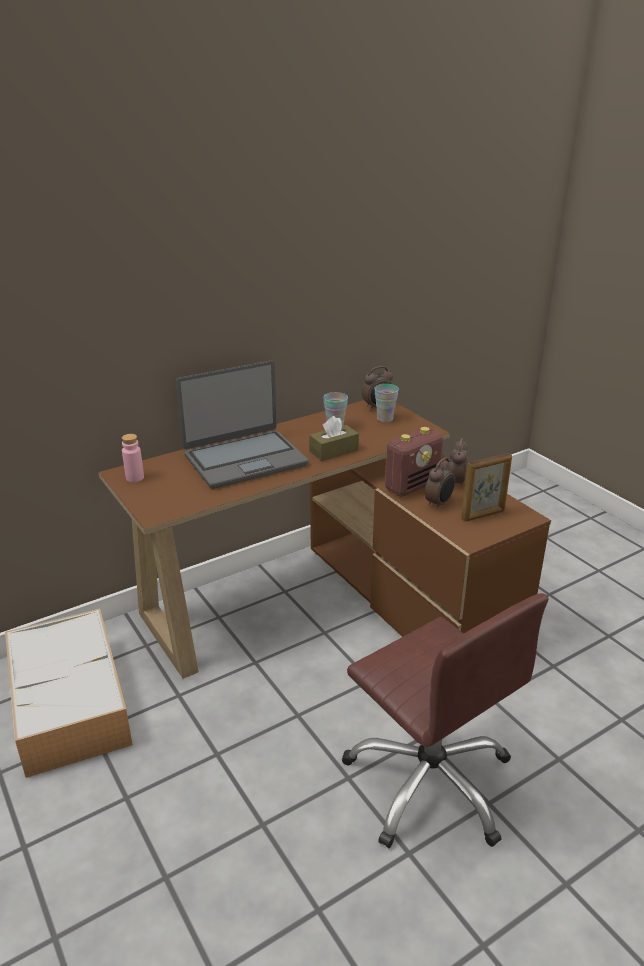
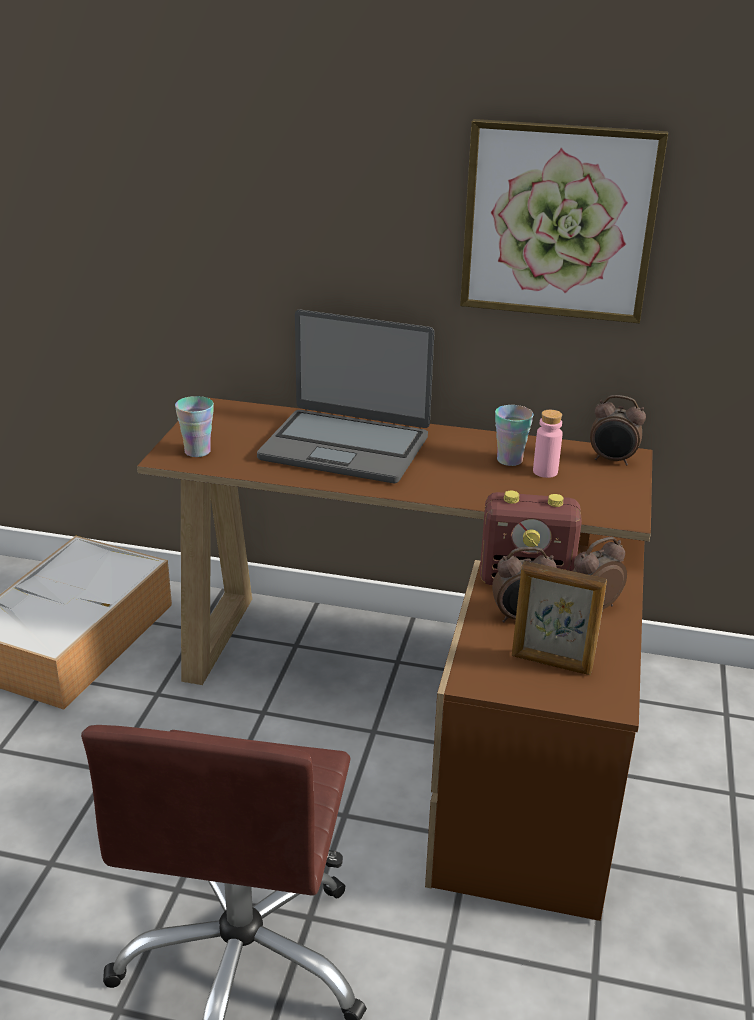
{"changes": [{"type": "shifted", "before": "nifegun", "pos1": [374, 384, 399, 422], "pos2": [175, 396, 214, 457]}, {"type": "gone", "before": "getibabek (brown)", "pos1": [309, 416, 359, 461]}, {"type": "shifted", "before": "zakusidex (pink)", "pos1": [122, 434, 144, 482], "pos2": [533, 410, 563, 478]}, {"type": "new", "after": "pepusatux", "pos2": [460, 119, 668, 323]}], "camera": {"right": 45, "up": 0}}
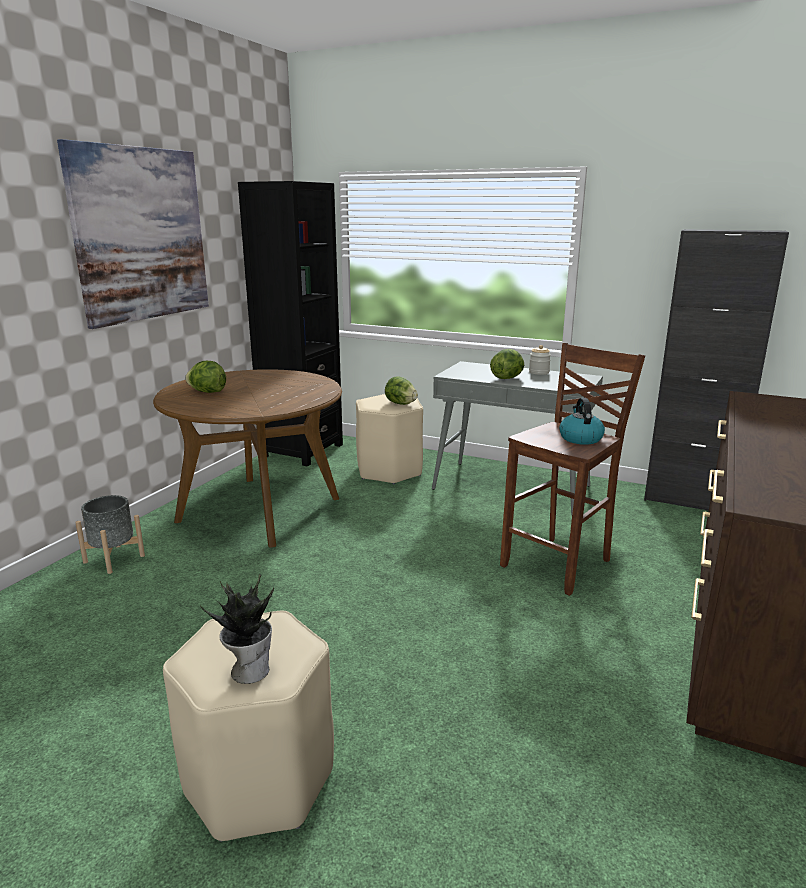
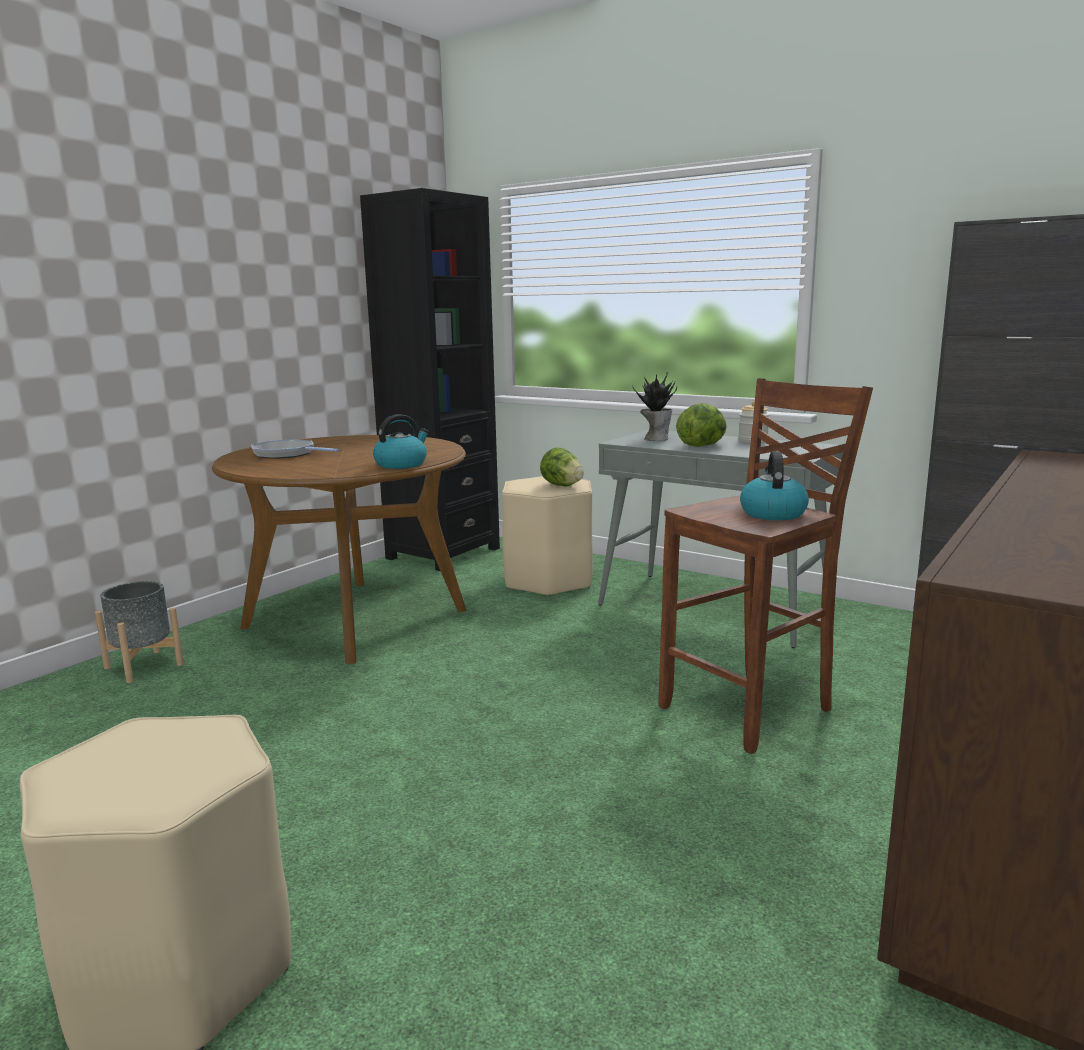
{"changes": [{"type": "gone", "before": "pepusatux", "pos1": [57, 139, 209, 329]}, {"type": "swapped", "before": "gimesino", "after": "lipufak", "pos1": [185, 361, 226, 393], "pos2": [251, 439, 339, 459]}, {"type": "shifted", "before": "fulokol", "pos1": [200, 574, 274, 684], "pos2": [632, 372, 677, 441]}, {"type": "new", "after": "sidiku", "pos2": [373, 414, 429, 469]}], "camera": {"right": 10, "up": -5}}
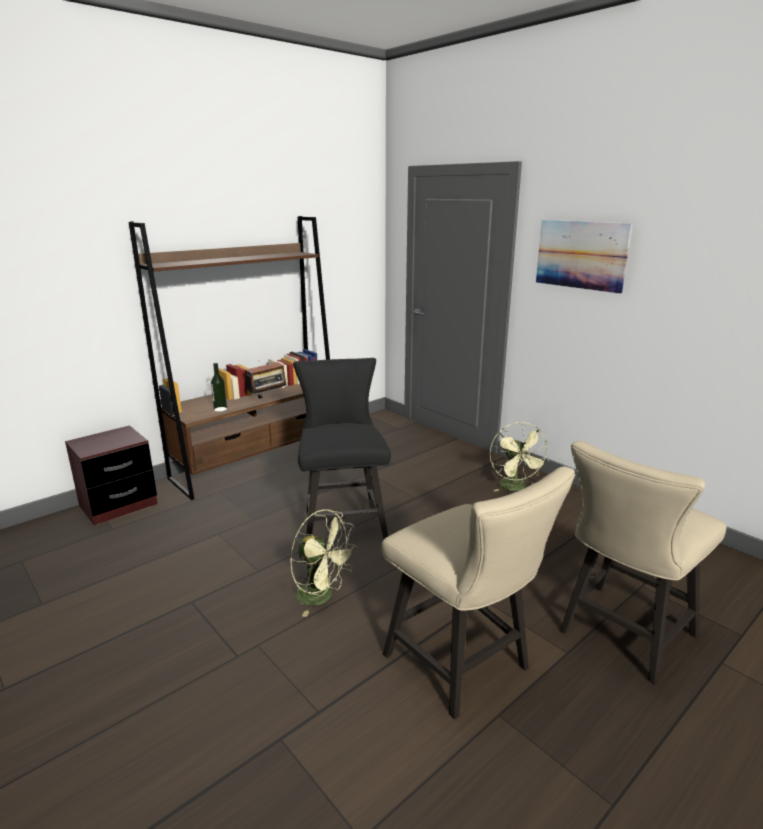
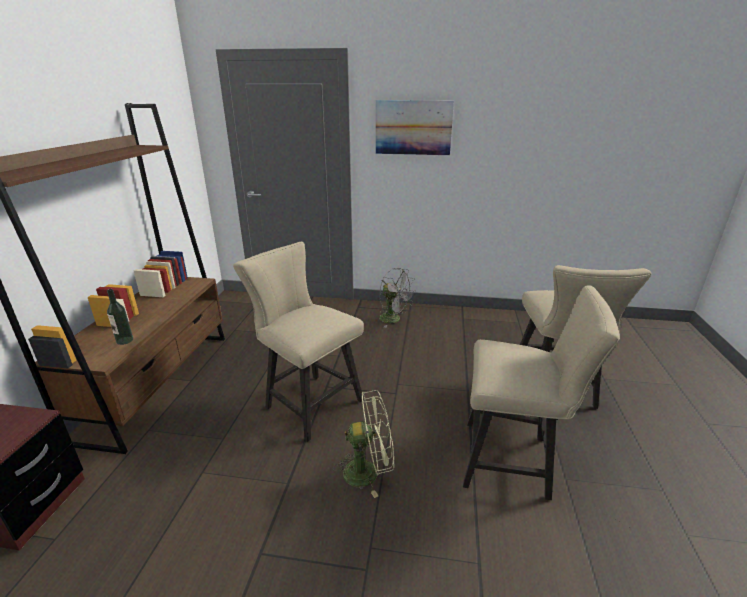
{"changes": [{"type": "repainted", "before": "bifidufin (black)", "after": "bifidufin (beige)", "pos1": [293, 358, 391, 540], "pos2": [233, 242, 364, 442]}, {"type": "gone", "before": "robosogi", "pos1": [245, 362, 287, 399]}, {"type": "repainted", "before": "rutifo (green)", "after": "rutifo (grey)", "pos1": [490, 422, 550, 492], "pos2": [379, 267, 415, 328]}], "camera": {"right": -40, "up": 5}}
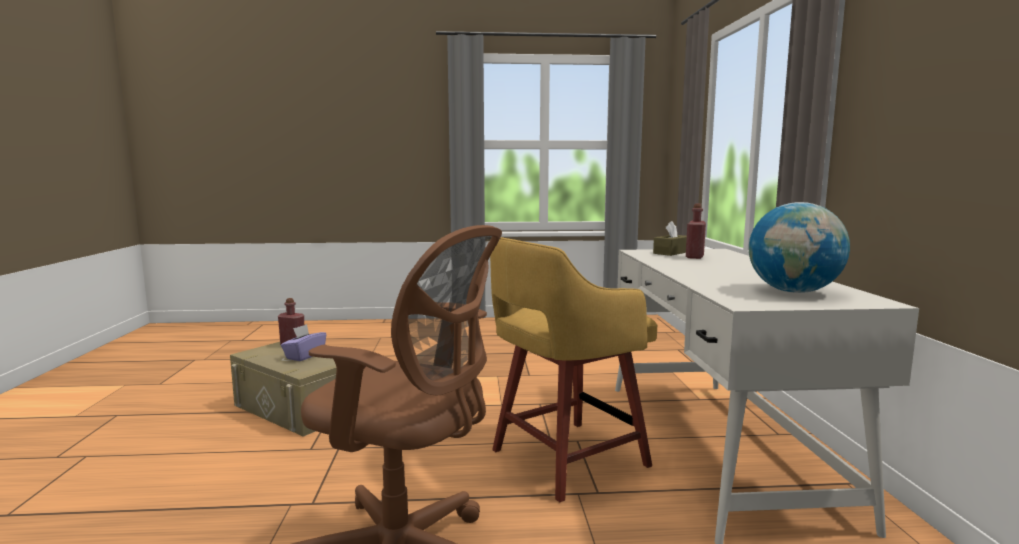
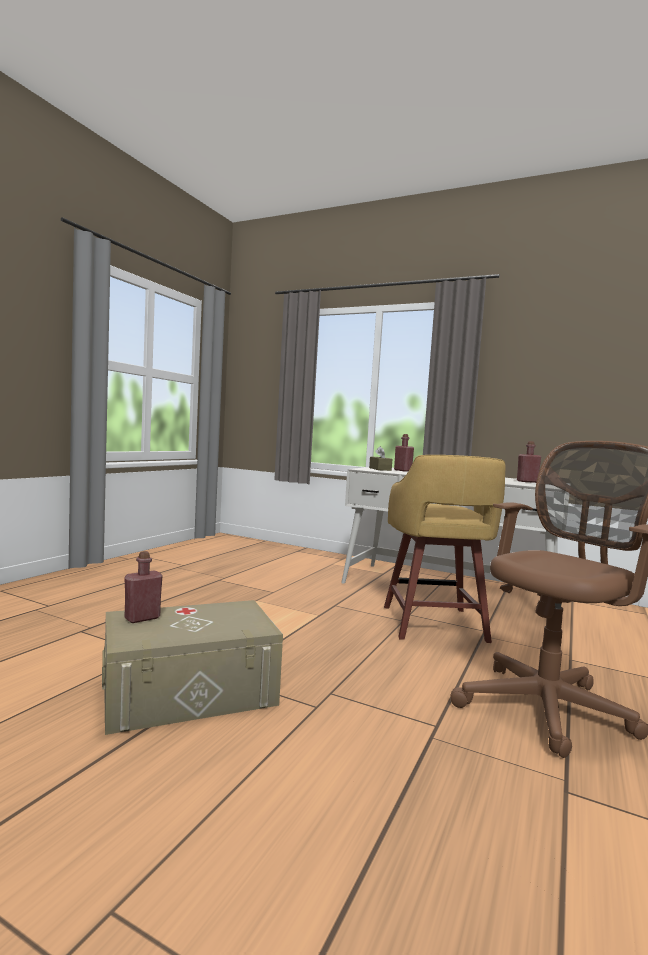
{"changes": [{"type": "swapped", "before": "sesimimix", "after": "zakusidex (red)", "pos1": [749, 202, 850, 293], "pos2": [517, 441, 541, 483]}, {"type": "gone", "before": "getibabek (purple)", "pos1": [281, 324, 326, 361]}], "camera": {"right": -60, "up": -5}}
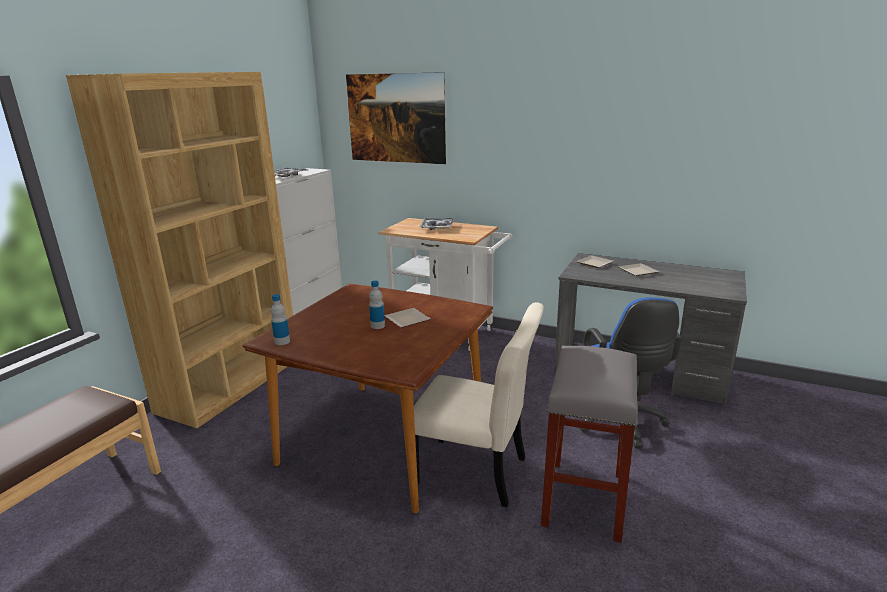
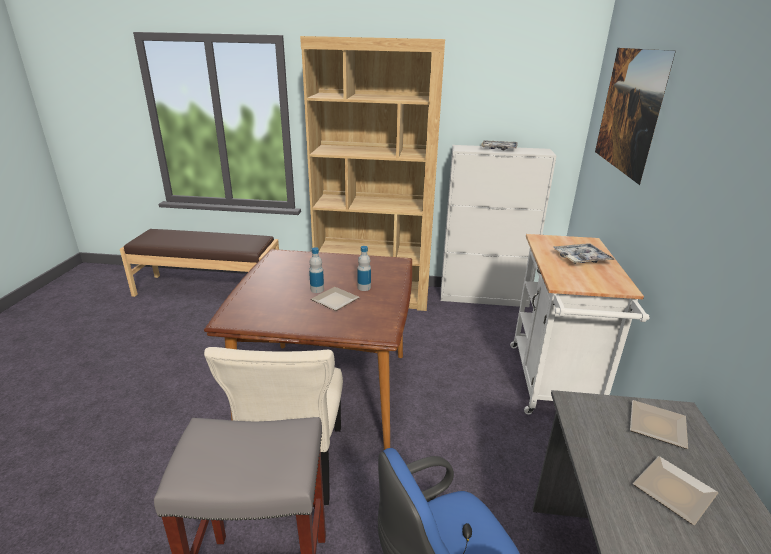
{"changes": [{"type": "shifted", "before": "zakusidex", "pos1": [271, 294, 290, 345], "pos2": [357, 246, 371, 291]}], "camera": {"right": 70, "up": 5}}
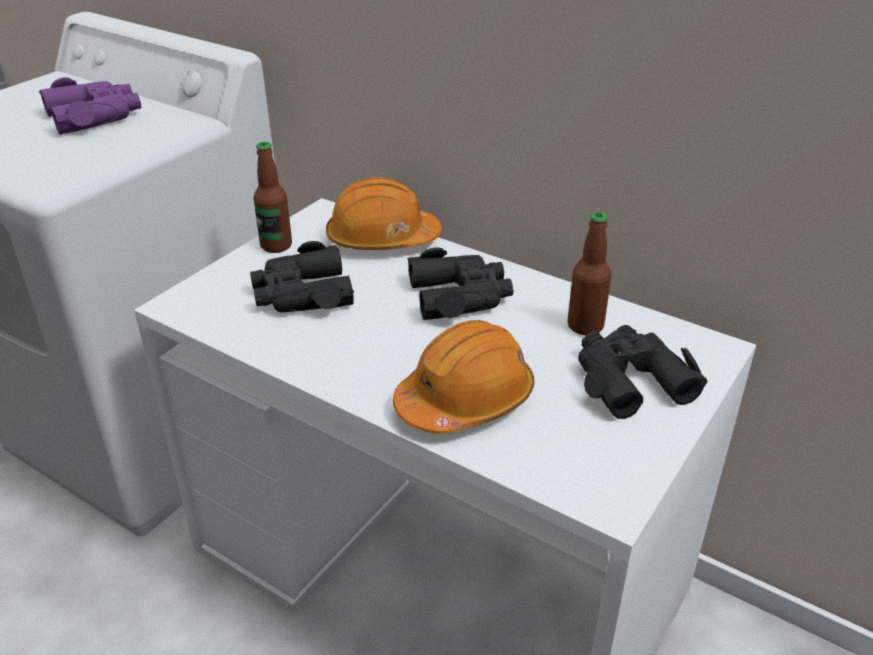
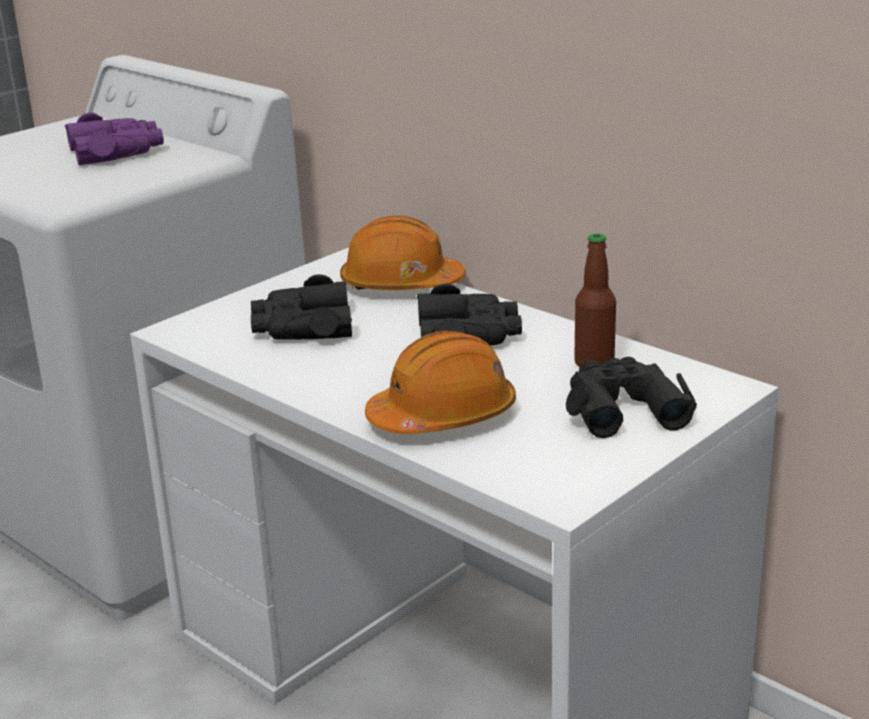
{"changes": [{"type": "gone", "before": "zakusidex", "pos1": [253, 142, 292, 253]}], "camera": {"right": 10, "up": -10}}
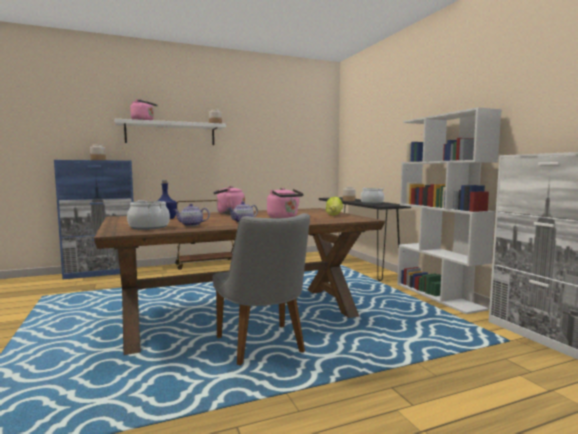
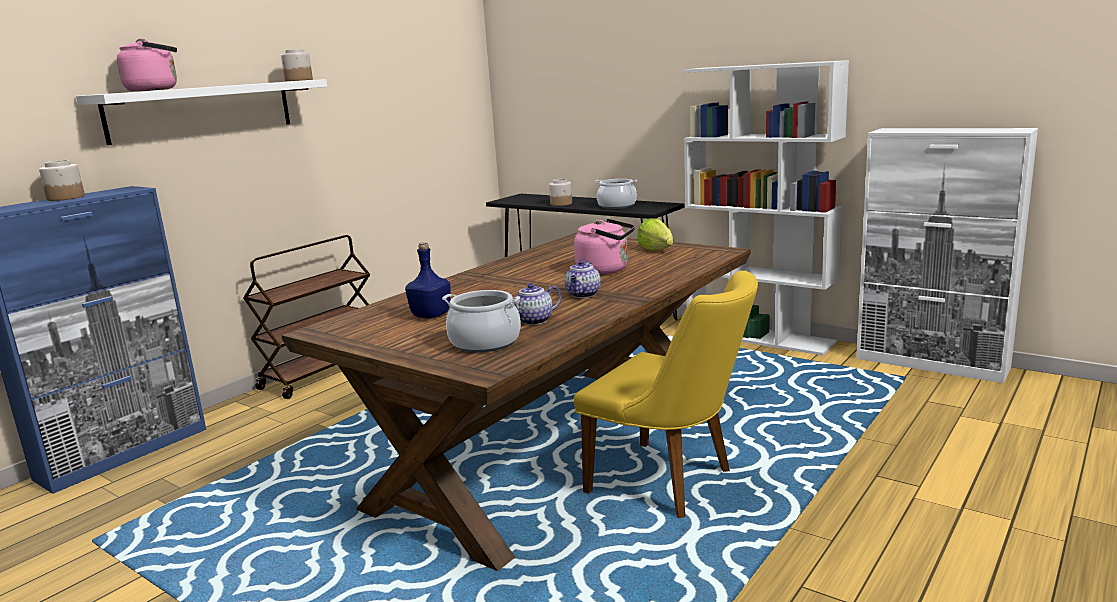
{"changes": [{"type": "gone", "before": "sidiku (pink)", "pos1": [214, 186, 245, 214]}, {"type": "repainted", "before": "bifidufin (grey)", "after": "bifidufin (yellow)", "pos1": [213, 213, 310, 365], "pos2": [573, 271, 758, 518]}], "camera": {"right": -30, "up": 10}}
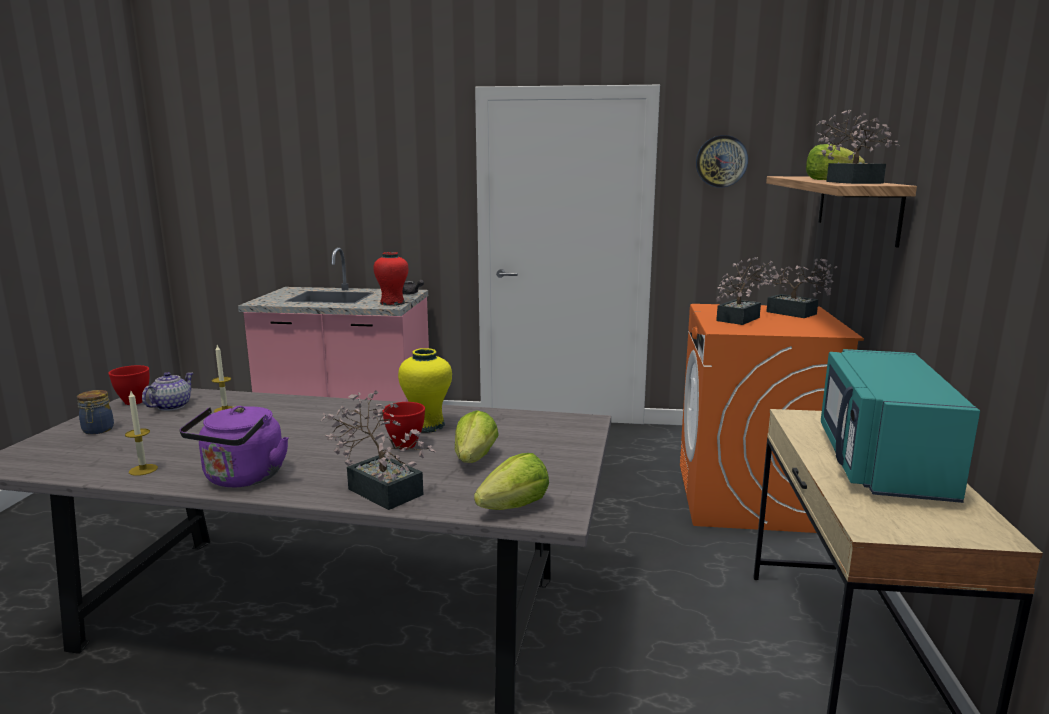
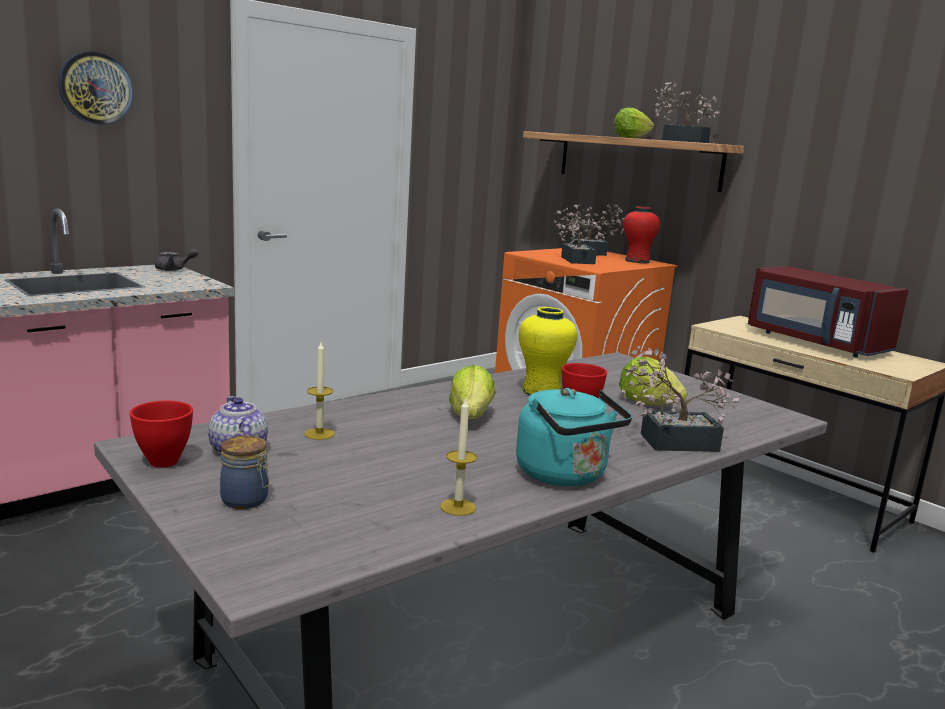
{"changes": [{"type": "shifted", "before": "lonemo", "pos1": [696, 135, 748, 188], "pos2": [58, 51, 133, 125]}, {"type": "shifted", "before": "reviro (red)", "pos1": [373, 252, 409, 306], "pos2": [623, 206, 660, 263]}, {"type": "repainted", "before": "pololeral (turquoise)", "after": "pololeral (red)", "pos1": [821, 349, 980, 503], "pos2": [748, 266, 908, 357]}, {"type": "repainted", "before": "sidiku (purple)", "after": "sidiku (turquoise)", "pos1": [180, 406, 288, 488], "pos2": [516, 388, 632, 486]}, {"type": "shifted", "before": "gimesino", "pos1": [474, 453, 549, 510], "pos2": [449, 365, 495, 419]}], "camera": {"right": -50, "up": 0}}
